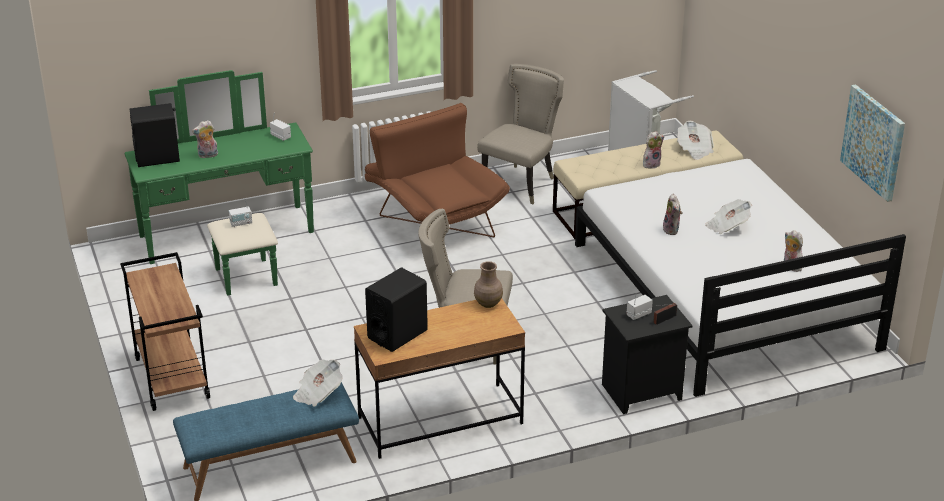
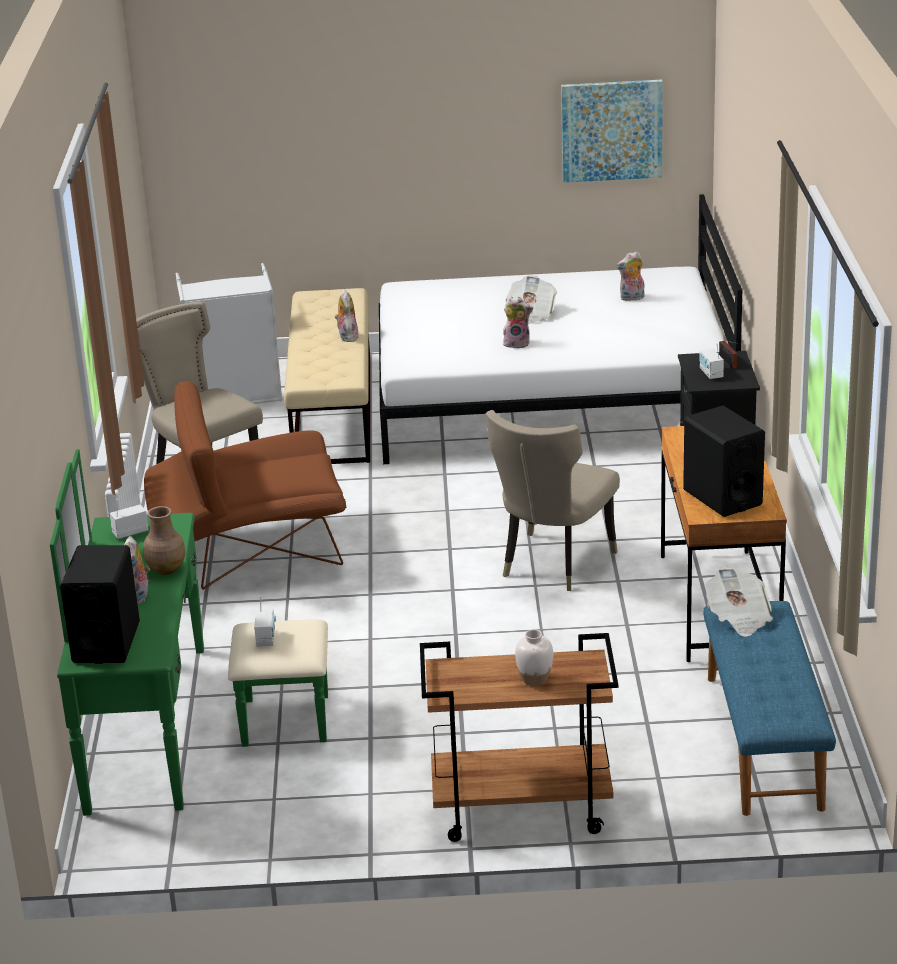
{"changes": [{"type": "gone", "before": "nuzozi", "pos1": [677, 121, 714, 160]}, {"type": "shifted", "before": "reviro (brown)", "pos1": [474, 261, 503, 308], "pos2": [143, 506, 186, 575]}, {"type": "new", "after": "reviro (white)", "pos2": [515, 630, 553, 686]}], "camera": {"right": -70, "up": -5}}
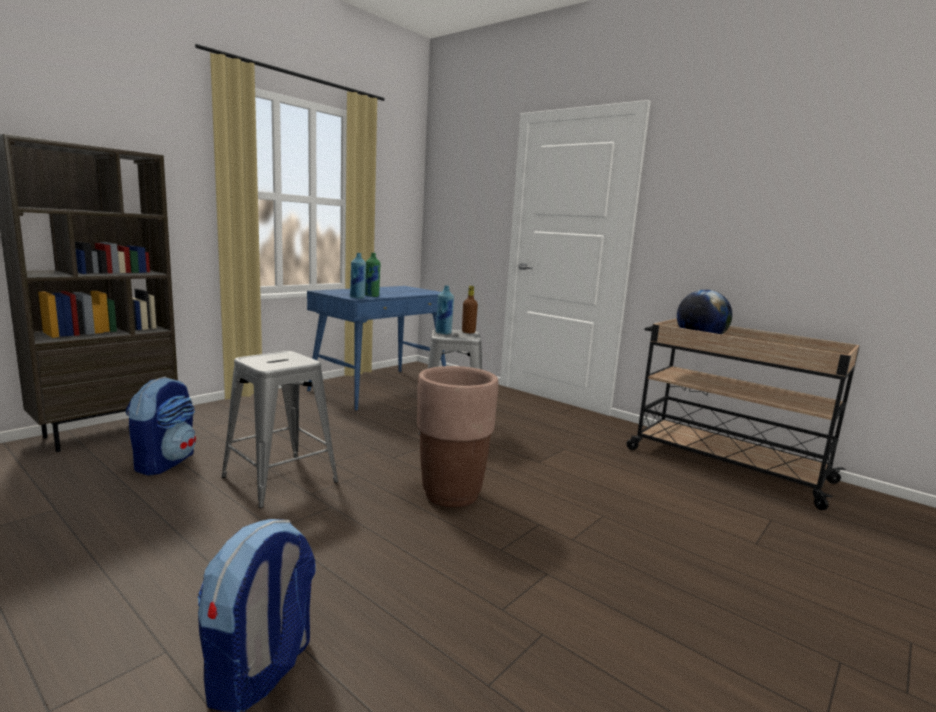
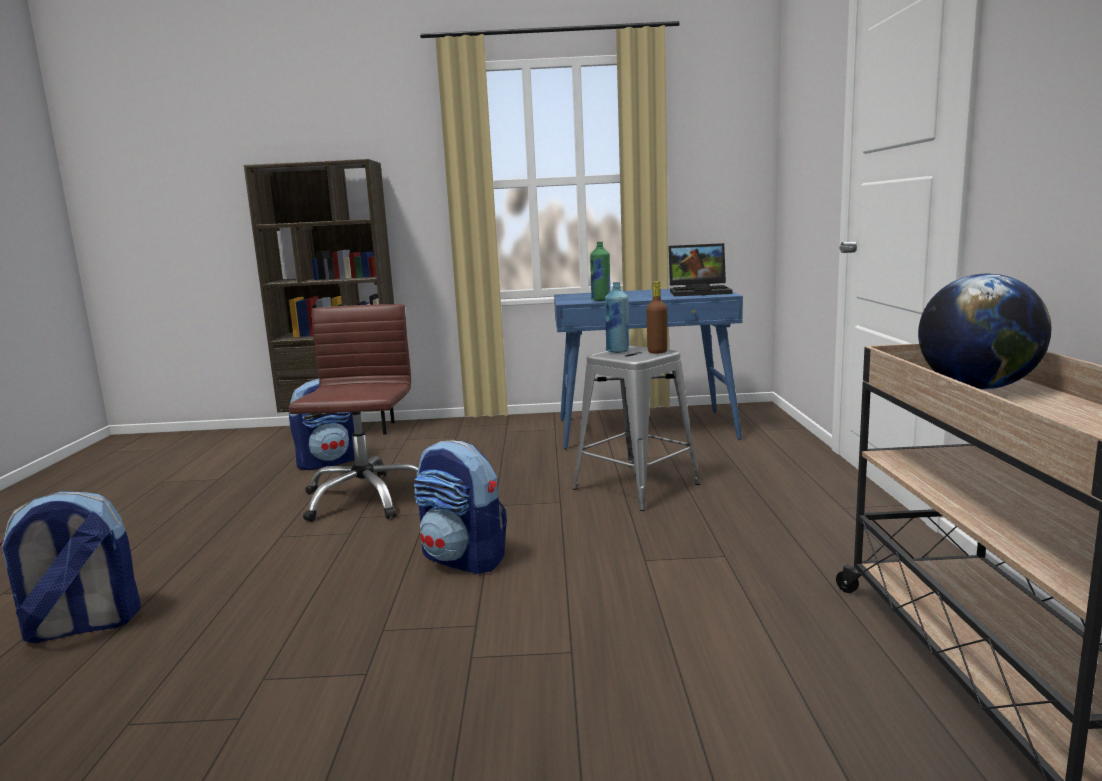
{"changes": [{"type": "gone", "before": "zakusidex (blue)", "pos1": [350, 253, 366, 299]}, {"type": "swapped", "before": "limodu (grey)", "after": "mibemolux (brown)", "pos1": [221, 351, 338, 508], "pos2": [289, 304, 418, 522]}, {"type": "swapped", "before": "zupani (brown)", "after": "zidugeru", "pos1": [417, 366, 498, 507], "pos2": [414, 440, 507, 575]}, {"type": "new", "after": "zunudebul", "pos2": [668, 243, 733, 296]}], "camera": {"right": 50, "up": 0}}
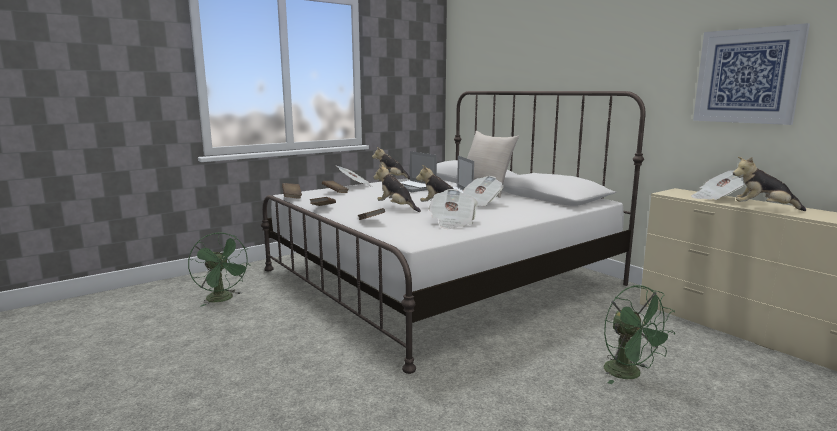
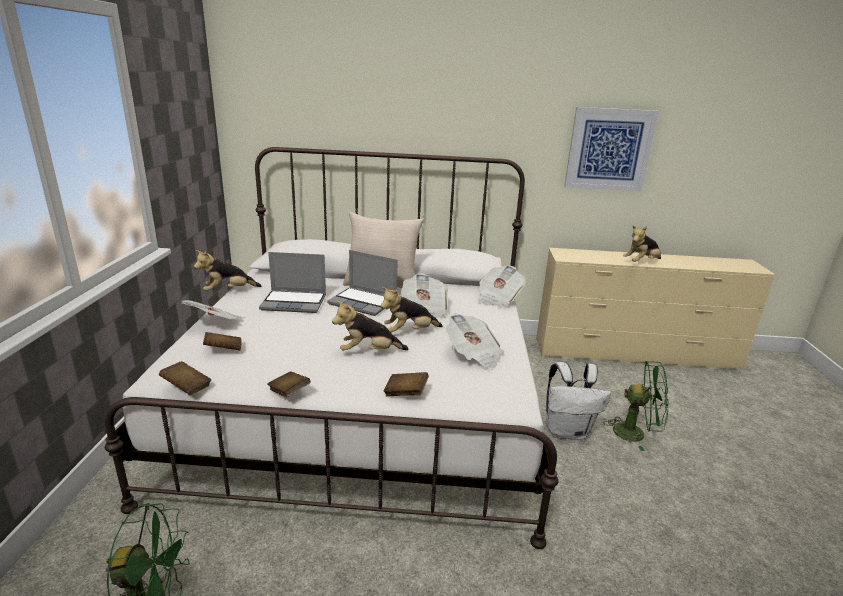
{"changes": [{"type": "shifted", "before": "nuzozi", "pos1": [691, 170, 746, 200], "pos2": [477, 265, 526, 306]}, {"type": "new", "after": "zidugeru (white)", "pos2": [546, 362, 611, 440]}], "camera": {"right": -50, "up": 10}}
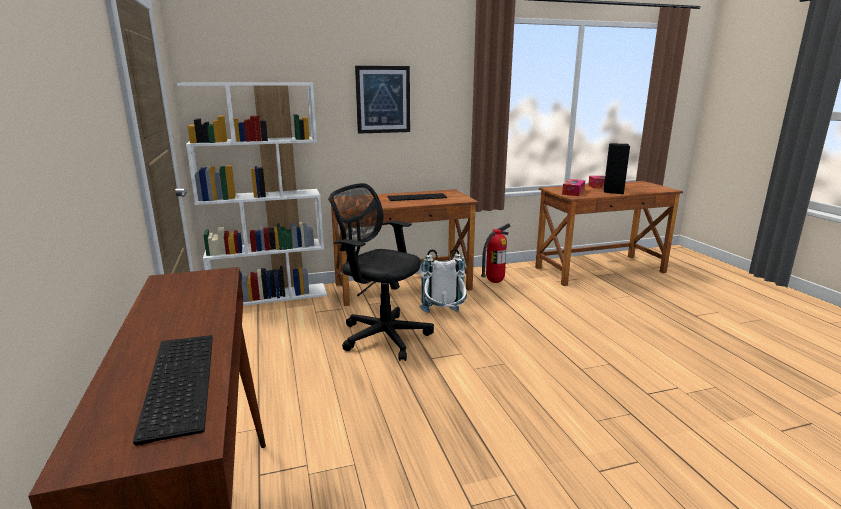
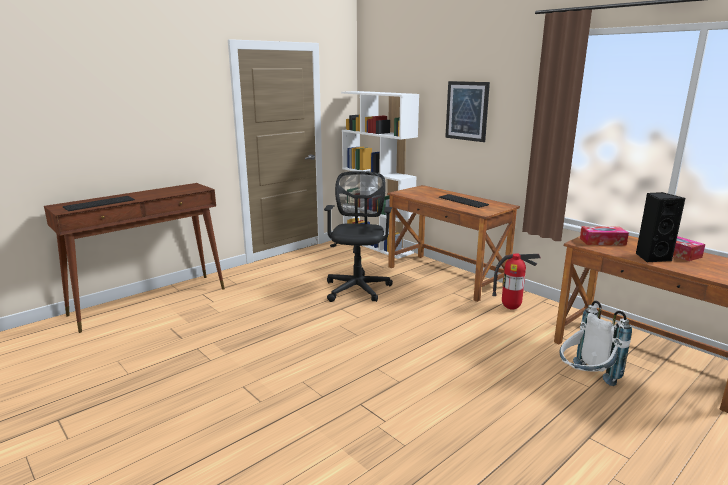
{"changes": [{"type": "shifted", "before": "zidugeru (white)", "pos1": [419, 249, 467, 313], "pos2": [559, 301, 632, 386]}], "camera": {"right": 65, "up": 0}}
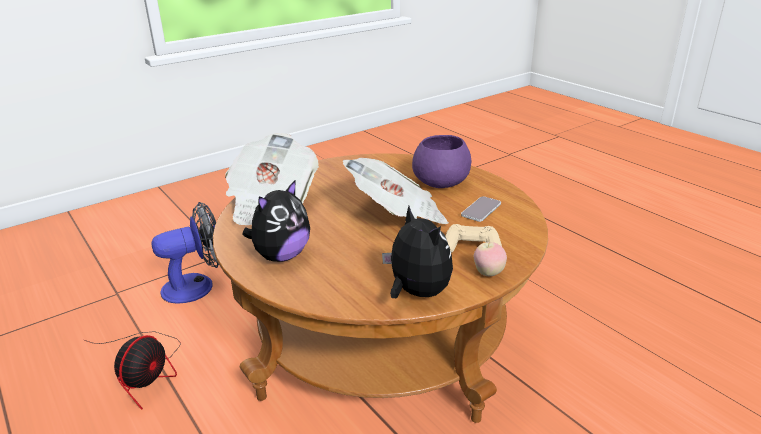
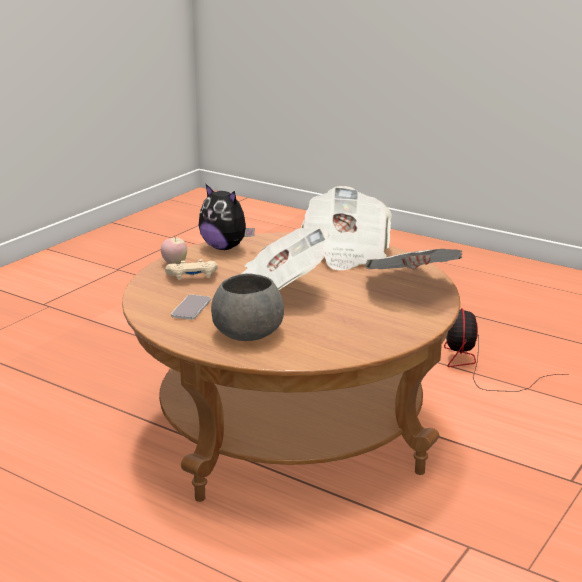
{"changes": [{"type": "repainted", "before": "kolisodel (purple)", "after": "kolisodel (grey)", "pos1": [412, 135, 471, 188], "pos2": [211, 273, 284, 341]}, {"type": "swapped", "before": "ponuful", "after": "nuzozi", "pos1": [242, 179, 310, 262], "pos2": [301, 186, 392, 270]}, {"type": "gone", "before": "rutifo", "pos1": [152, 202, 219, 304]}], "camera": {"right": 160, "up": -5}}
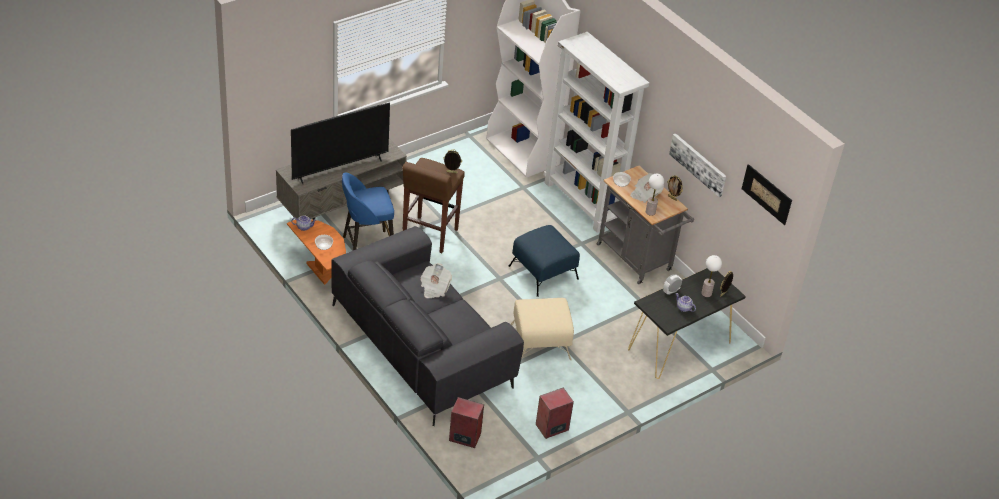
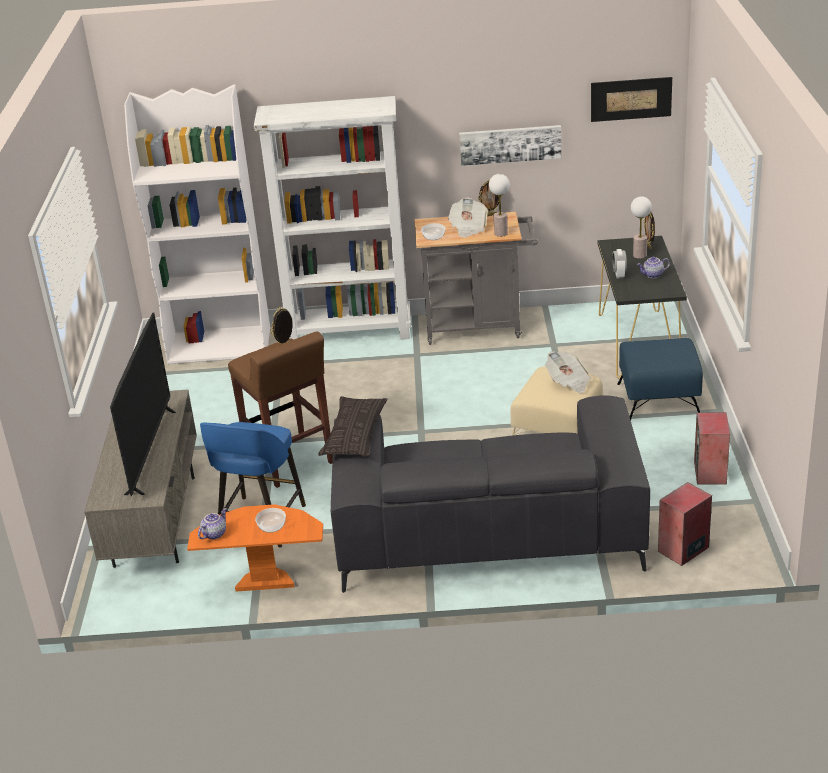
{"changes": [{"type": "shifted", "before": "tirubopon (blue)", "pos1": [509, 225, 580, 297], "pos2": [617, 338, 703, 420]}, {"type": "shifted", "before": "nuzozi", "pos1": [420, 263, 452, 298], "pos2": [545, 351, 592, 393]}, {"type": "new", "after": "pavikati", "pos2": [318, 396, 387, 457]}], "camera": {"right": -50, "up": -10}}
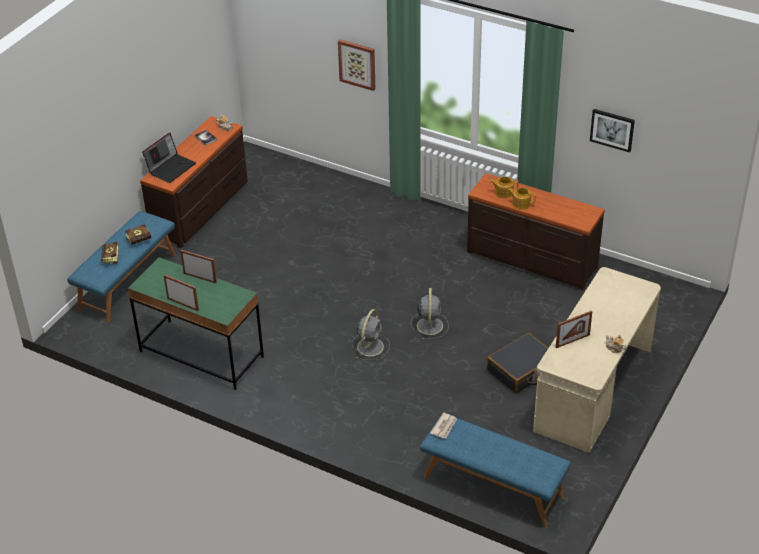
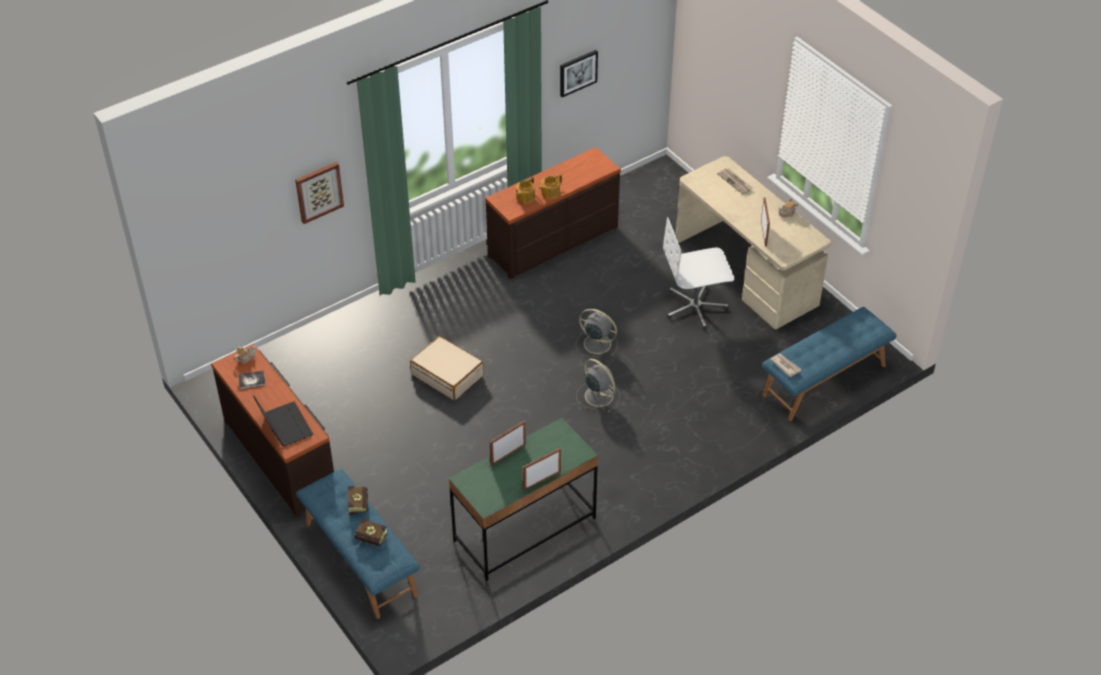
{"changes": [{"type": "swapped", "before": "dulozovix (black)", "after": "mibemolux (white)", "pos1": [487, 333, 548, 394], "pos2": [663, 217, 735, 329]}, {"type": "new", "after": "nuzozi", "pos2": [717, 168, 753, 194]}, {"type": "new", "after": "dulozovix (beige)", "pos2": [410, 336, 484, 400]}], "camera": {"right": -65, "up": 5}}
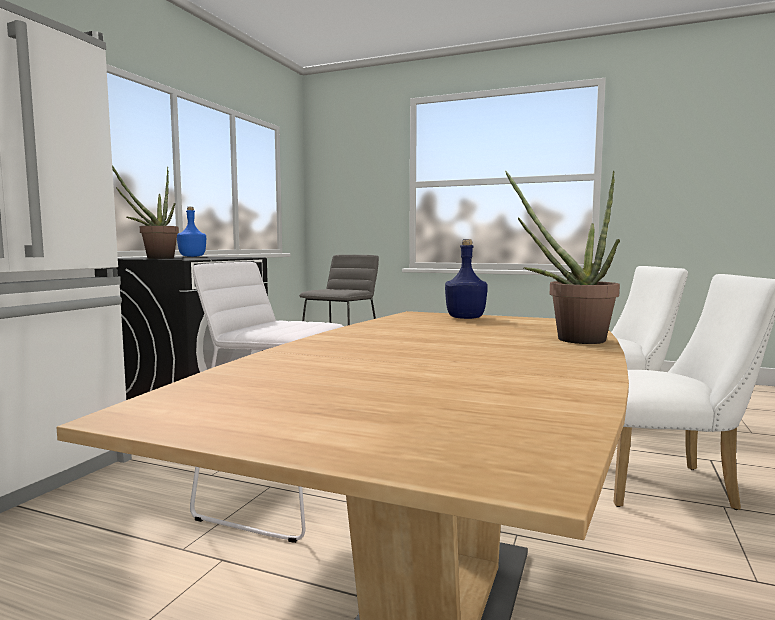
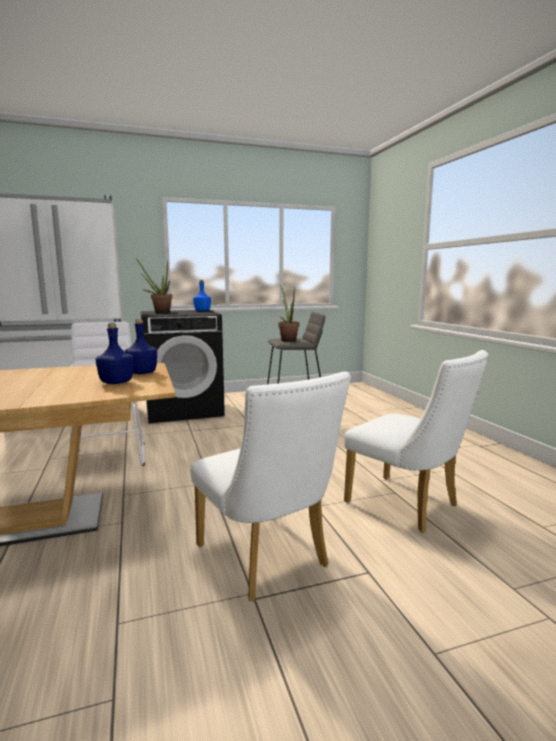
{"changes": [{"type": "shifted", "before": "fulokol", "pos1": [505, 171, 620, 344], "pos2": [278, 284, 299, 342]}, {"type": "new", "after": "zakusidex (blue)", "pos2": [95, 323, 134, 384]}], "camera": {"right": 50, "up": 5}}
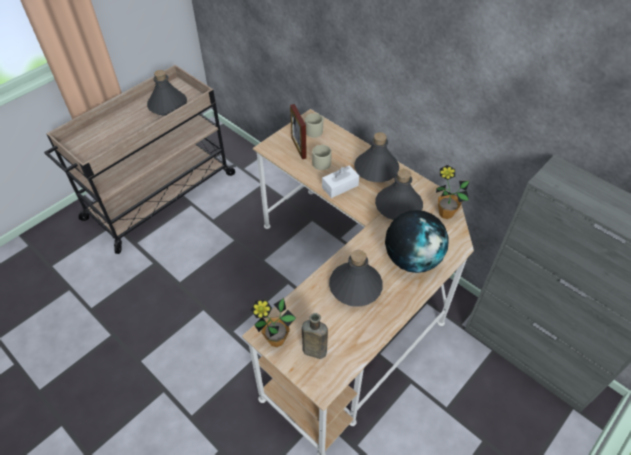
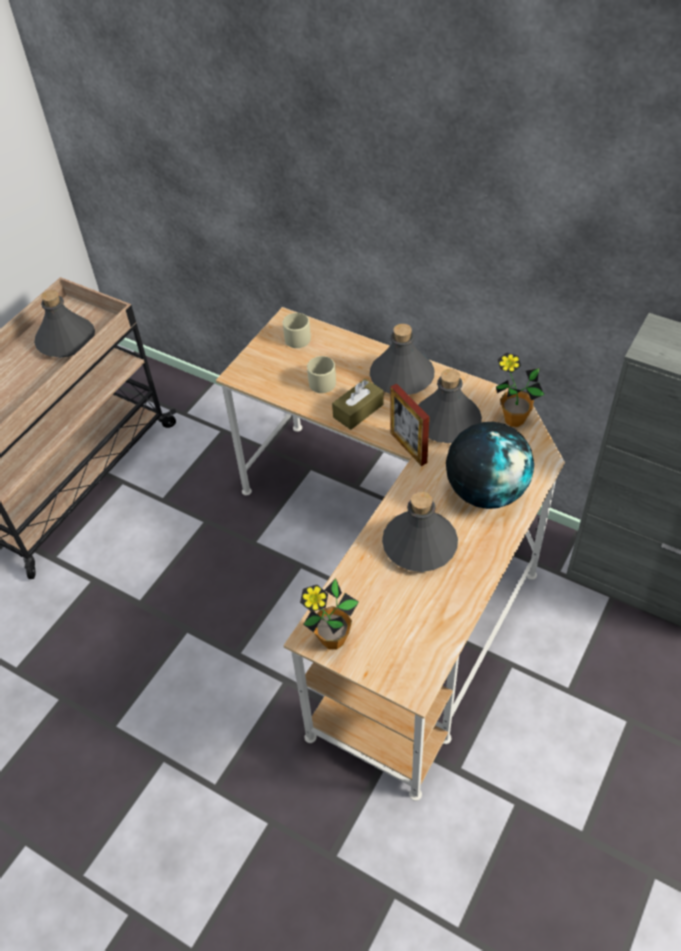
{"changes": [{"type": "shifted", "before": "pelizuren", "pos1": [290, 104, 307, 159], "pos2": [390, 383, 430, 466]}, {"type": "repainted", "before": "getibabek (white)", "after": "getibabek (brown)", "pos1": [322, 165, 359, 198], "pos2": [332, 378, 384, 430]}, {"type": "gone", "before": "zakusidex (brown)", "pos1": [302, 313, 328, 359]}], "camera": {"right": -10, "up": 0}}
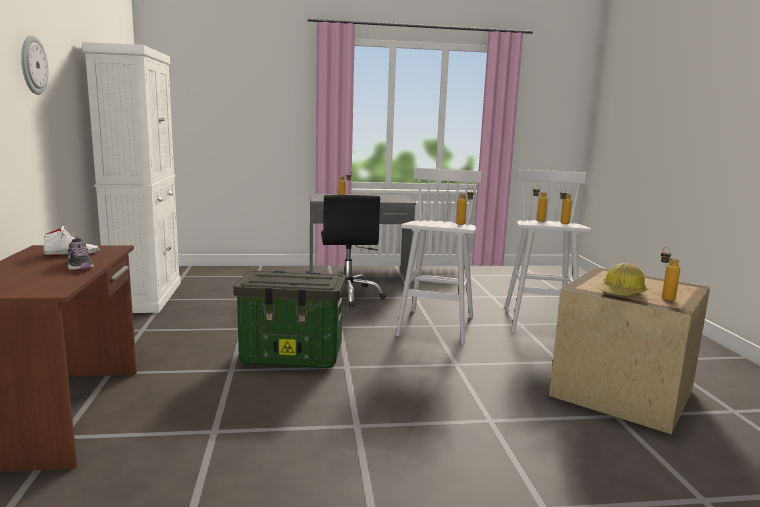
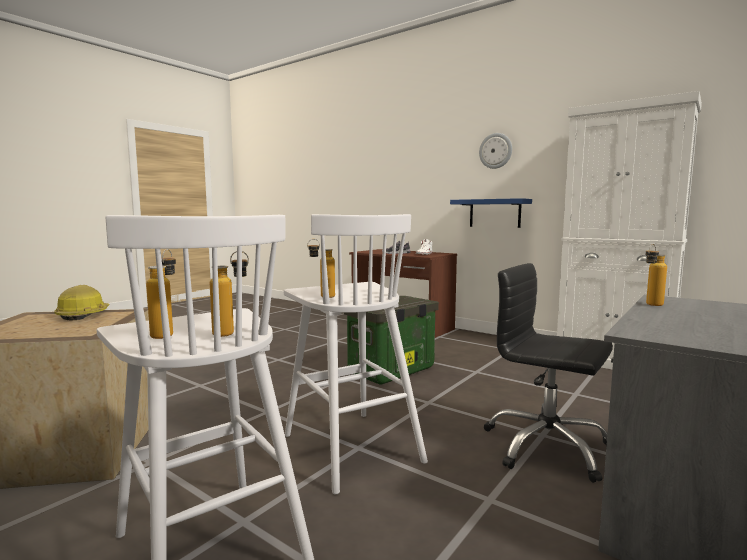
{"changes": [{"type": "gone", "before": "zakusidex", "pos1": [661, 247, 680, 301]}, {"type": "new", "after": "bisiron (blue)", "pos2": [450, 198, 532, 228]}], "camera": {"right": 135, "up": -5}}
